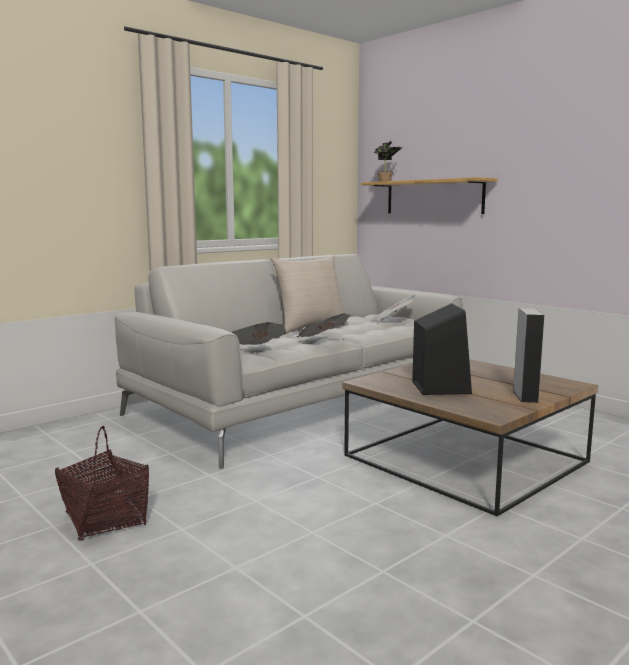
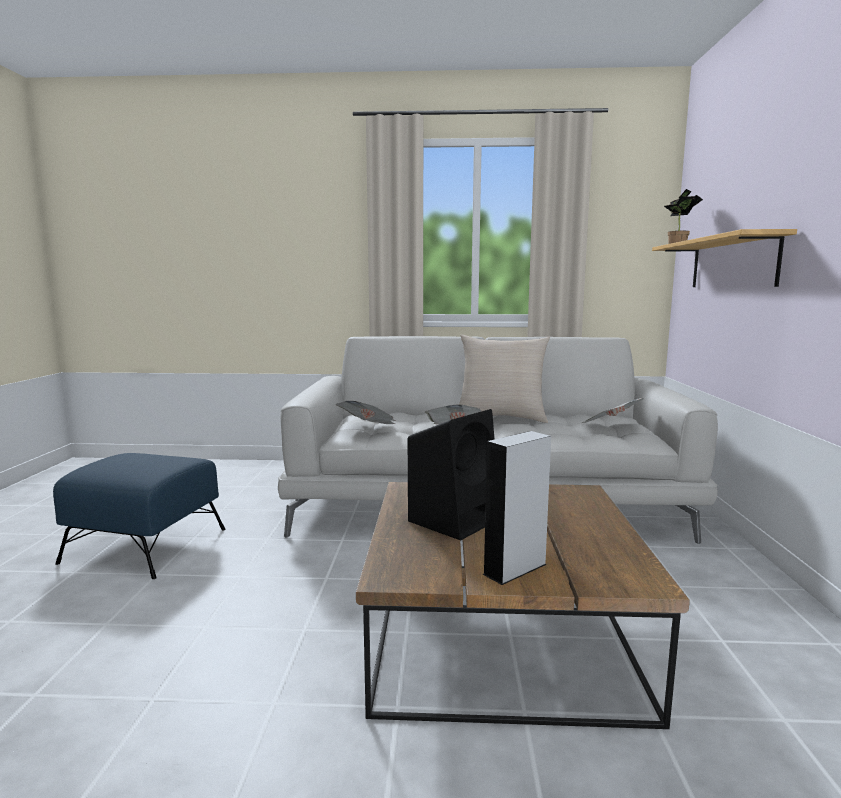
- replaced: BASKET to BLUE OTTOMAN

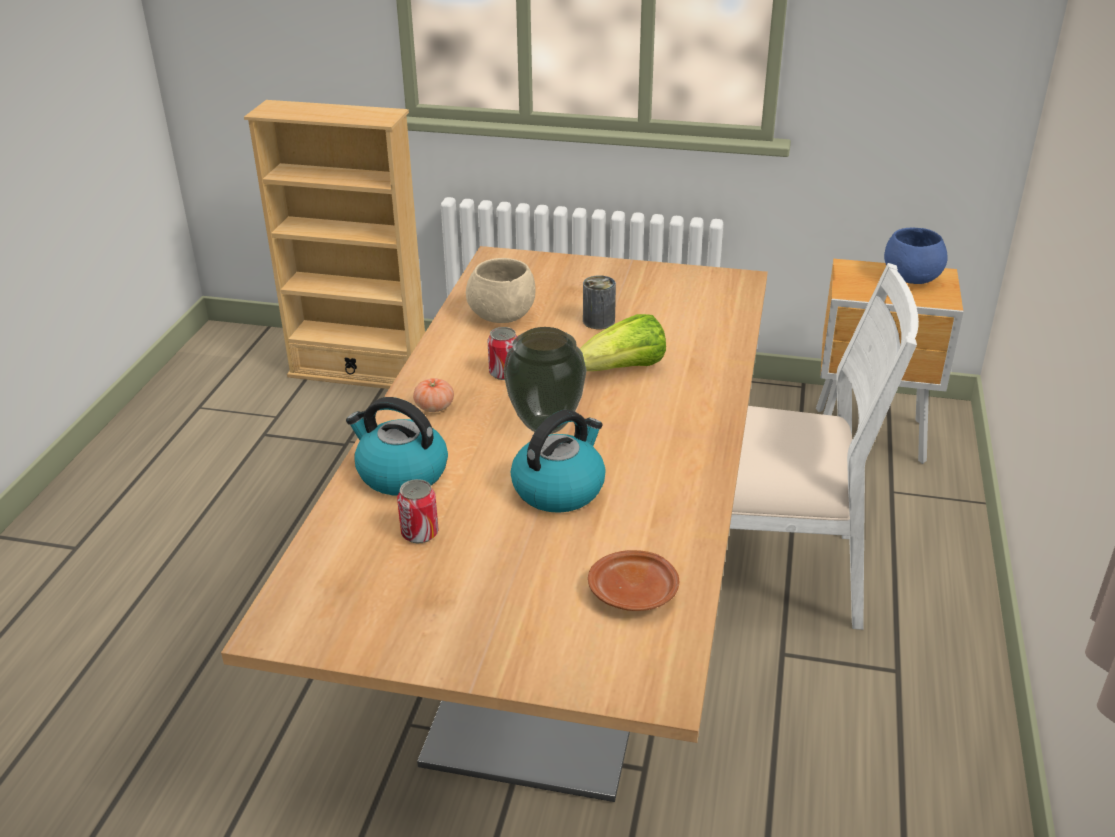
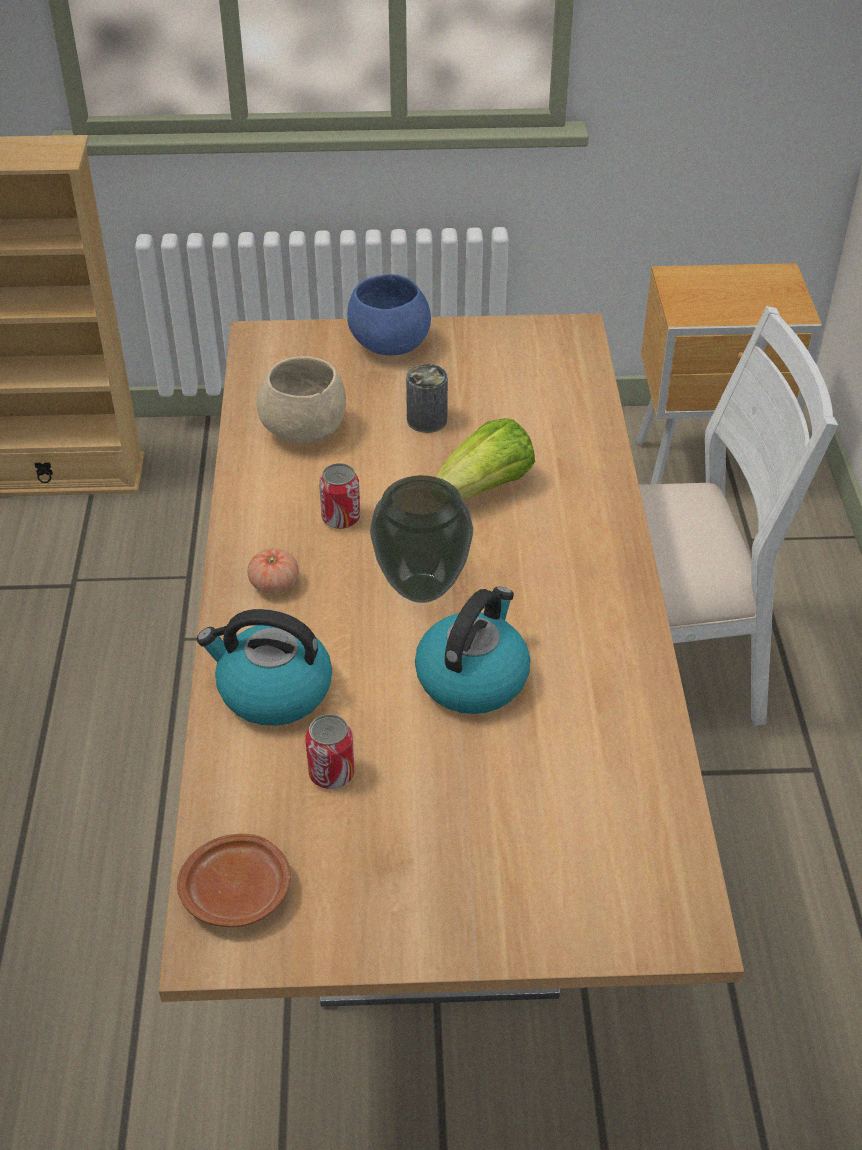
- moved: BLUE BOWL
- moved: BROWN PLATE

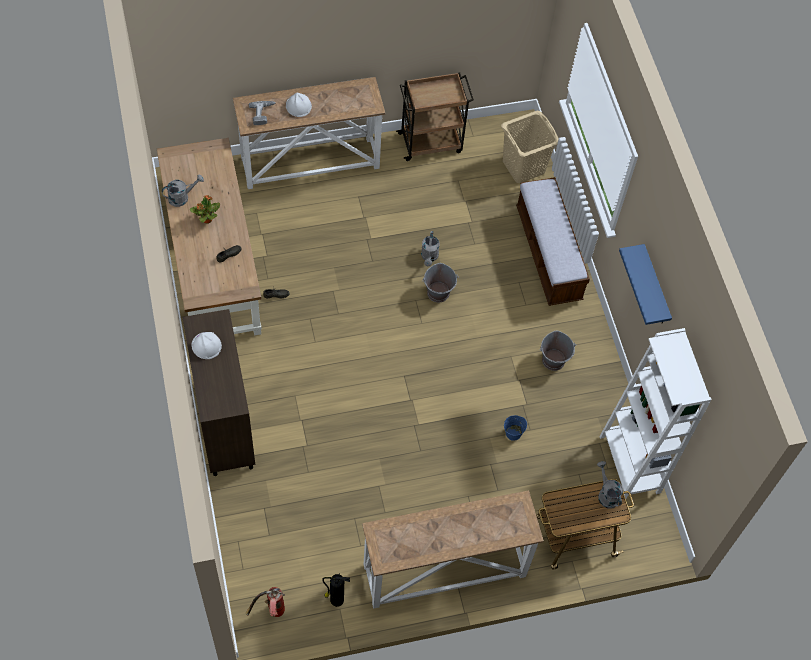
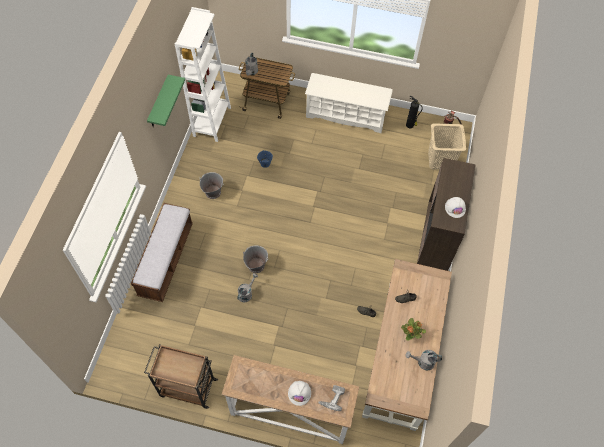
- moved: BEIGE LAUNDRY BASKET
- recoloured: BLUE SHELF to GREEN SHELF
- replaced: CONSOLE TABLE (2nd from left) to WHITE SHOE RACK

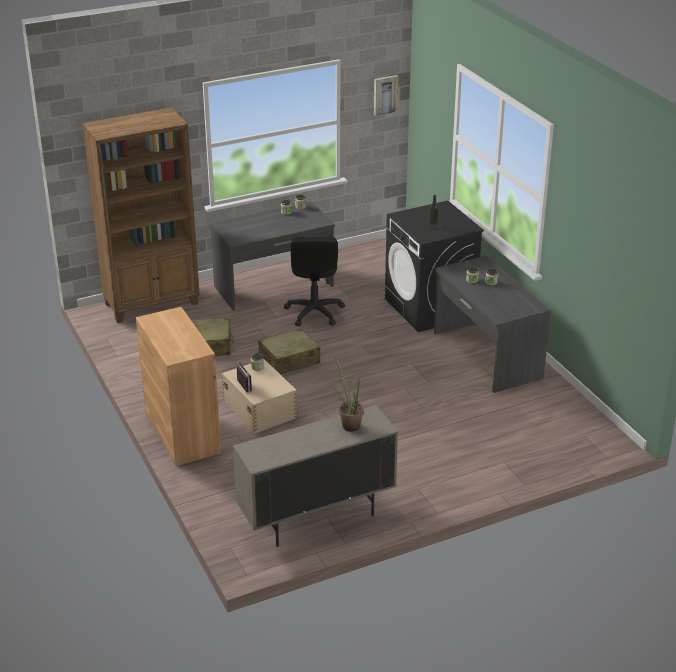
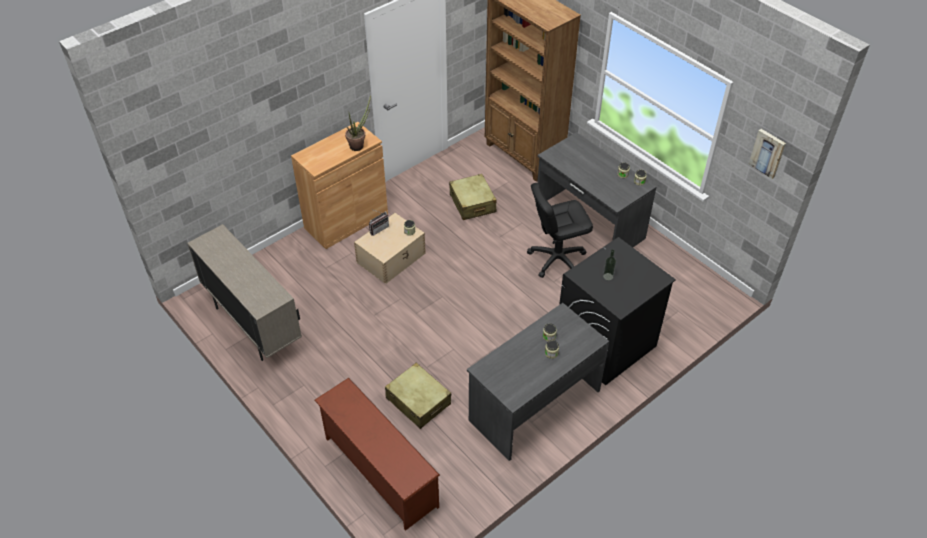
- moved: BEIGE SUITCASE (2nd from left in the first image) to BEIGE SUITCASE (1st from left)
- moved: POTTED PLANT
- added: BROWN SHOE RACK

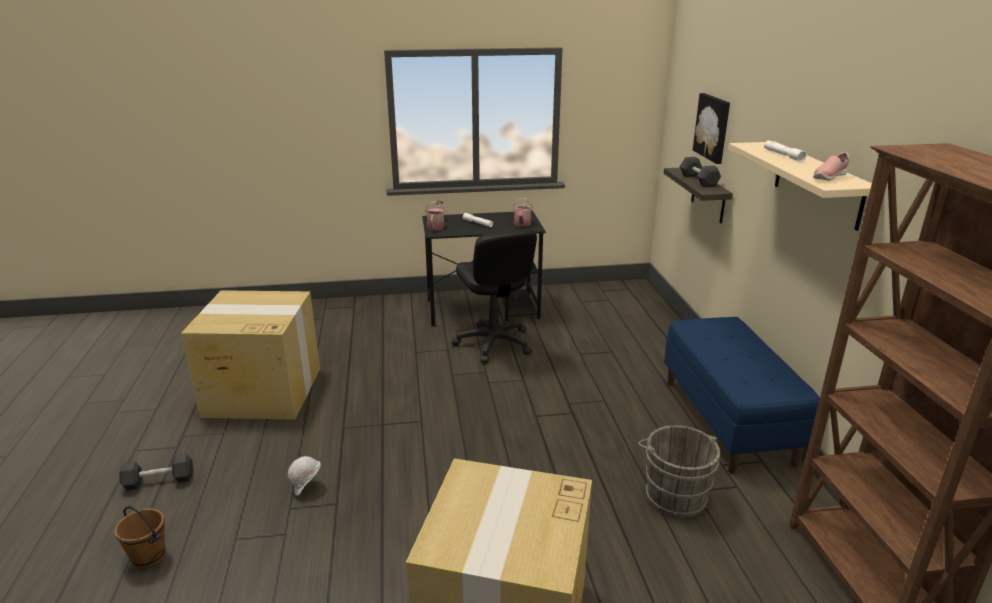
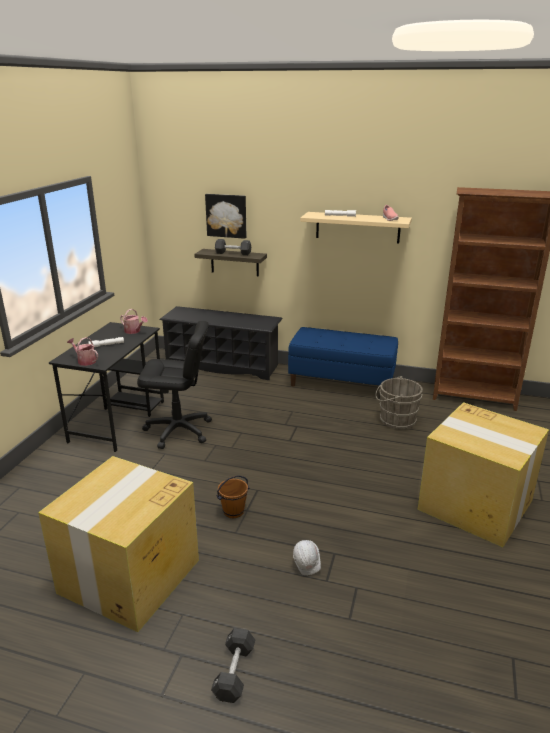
- moved: BROWN BUCKET
- added: BLACK SHOE RACK

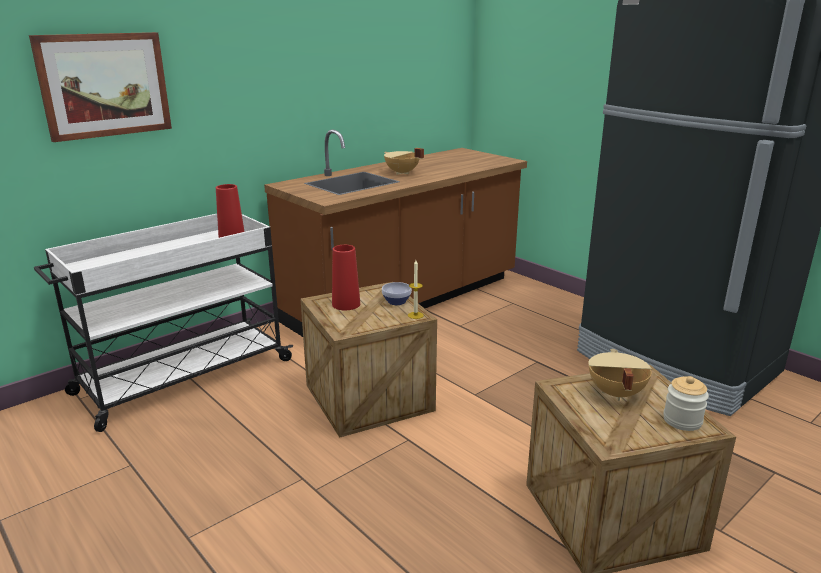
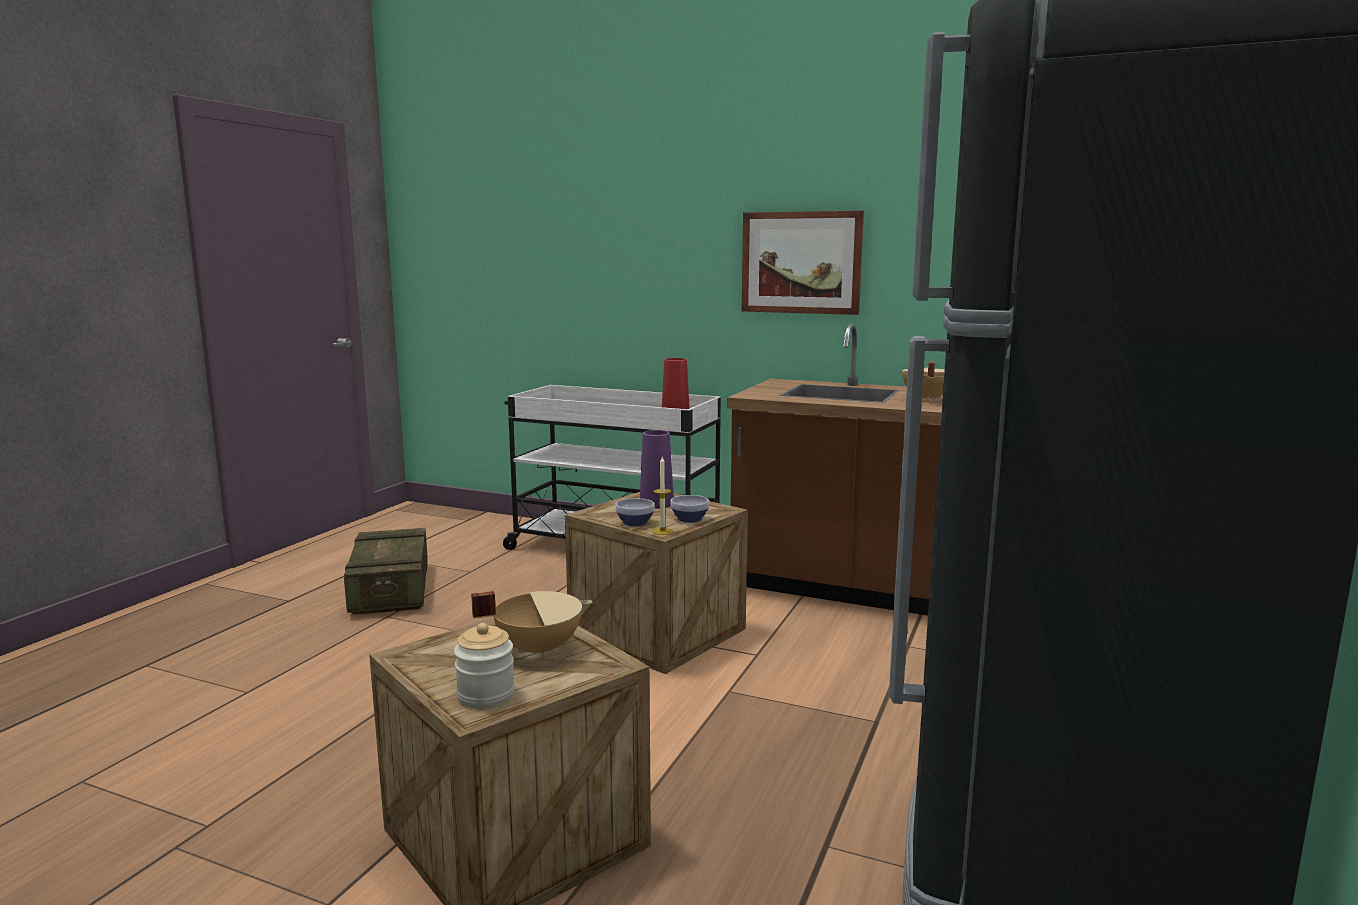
- moved: PICTURE
- recoloured: RED VASE (2nd from left) to PURPLE VASE
- added: BOWL (1st from left)
- added: CRATE (1st from left)

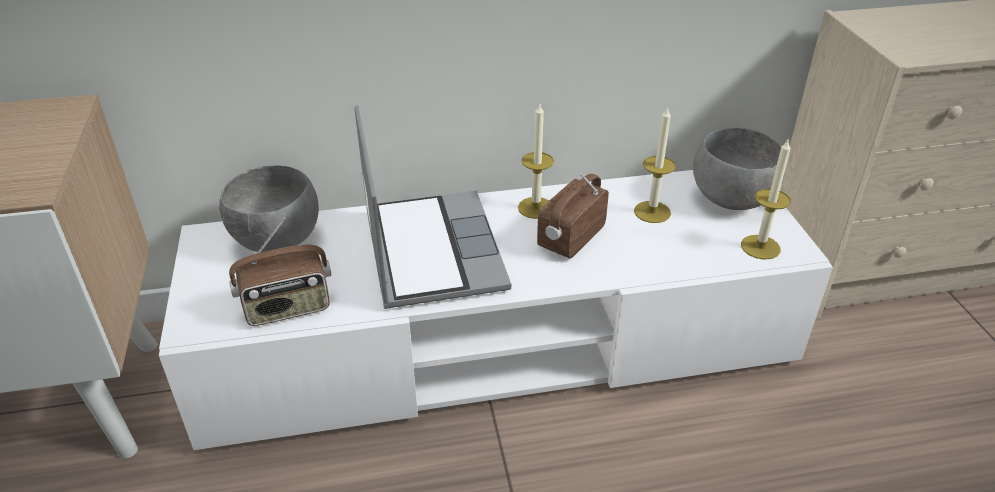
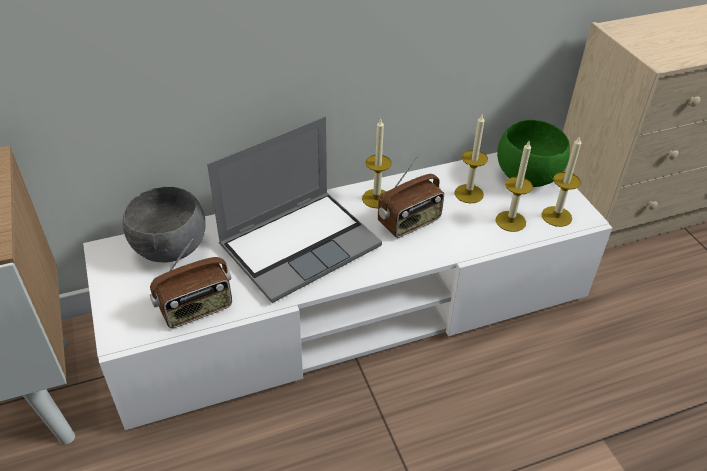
- turned: LAPTOP 75 degrees clockwise
- recoloured: GREY BOWL (2nd from left) to GREEN BOWL
- turned: RADIO (2nd from left) 150 degrees counterclockwise
- added: CANDLE (3rd from left)

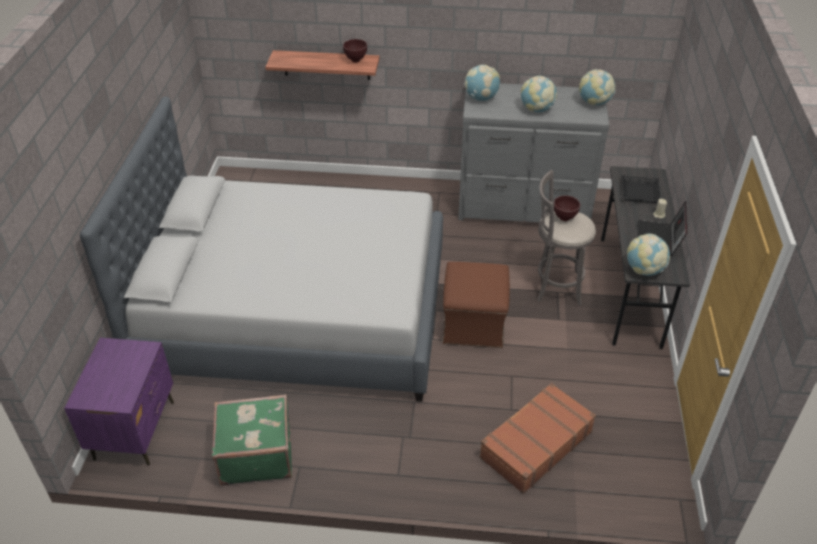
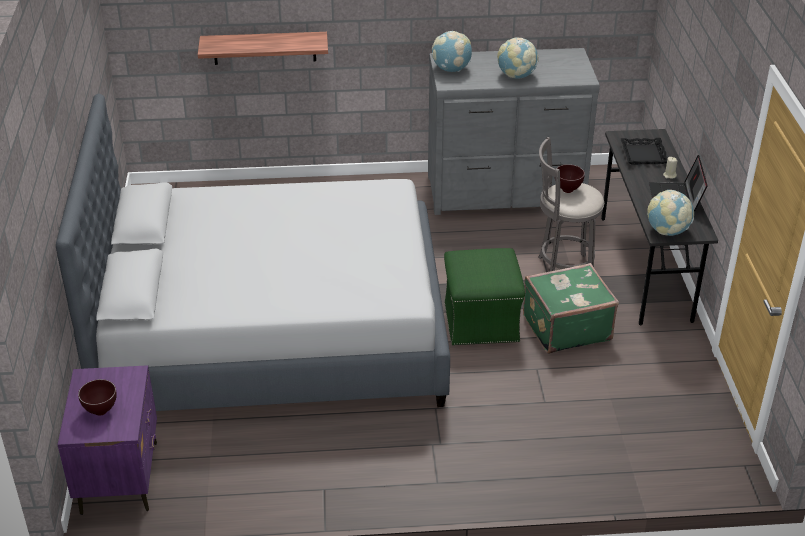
- moved: BROWN BOWL (1st from left)
- removed: GLOBE (3rd from left)
- recoloured: BROWN OTTOMAN to GREEN OTTOMAN
- removed: BROWN SUITCASE
- moved: GREEN SUITCASE

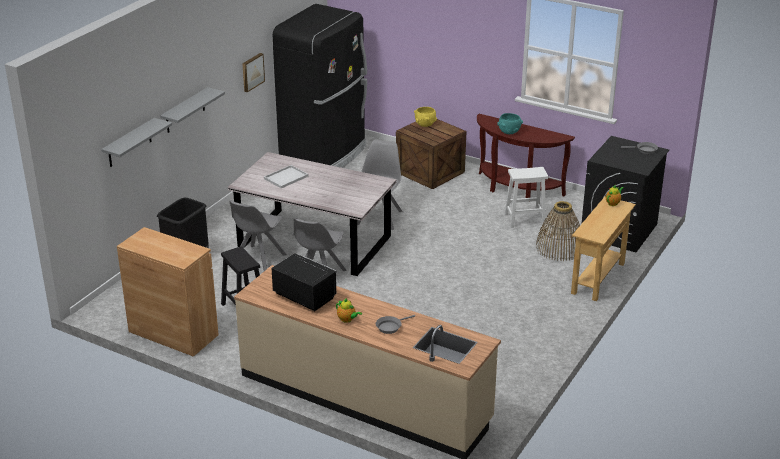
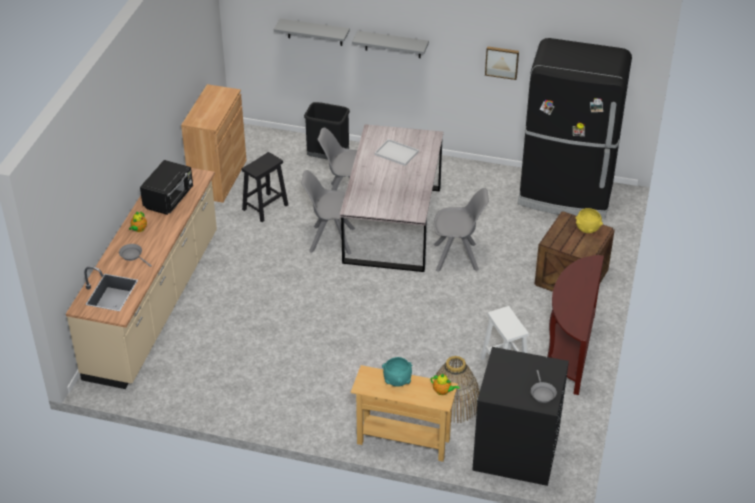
- moved: TURQUOISE BOWL

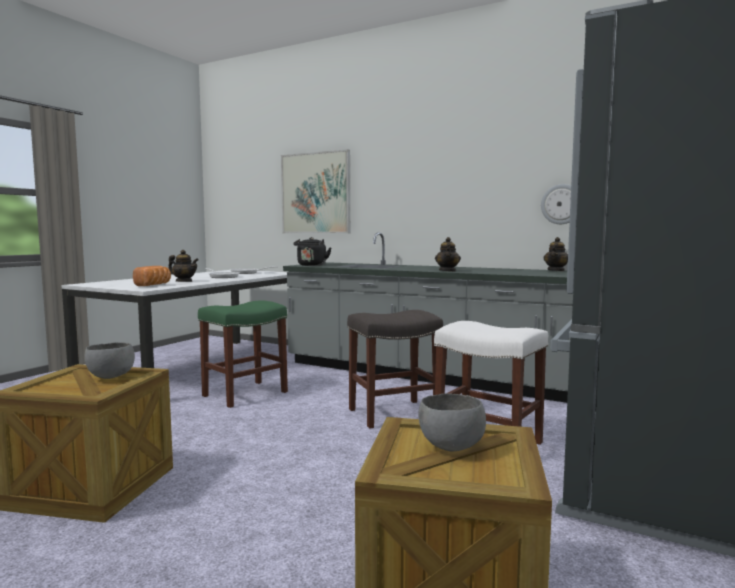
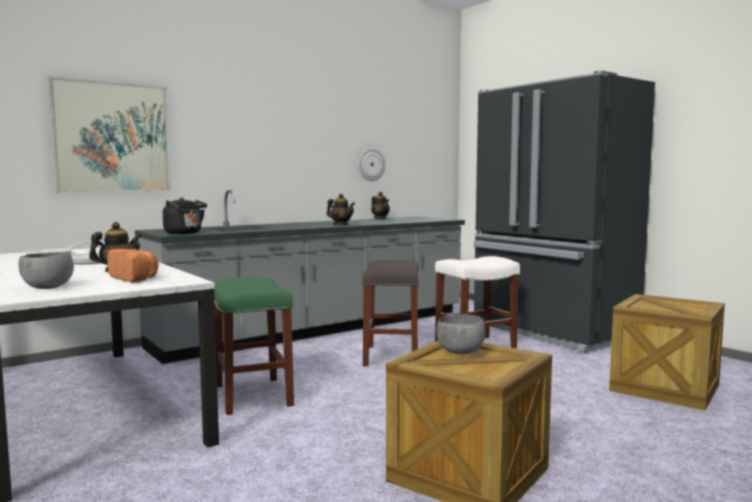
- moved: GREY BOWL (2nd from left in the first image) to GREY BOWL (1st from left)

